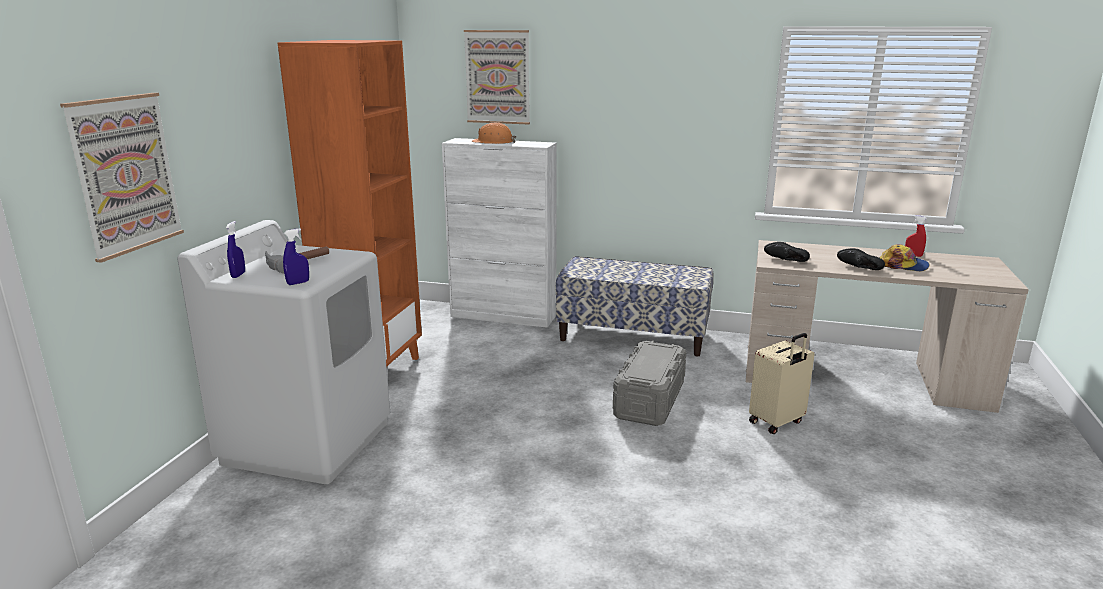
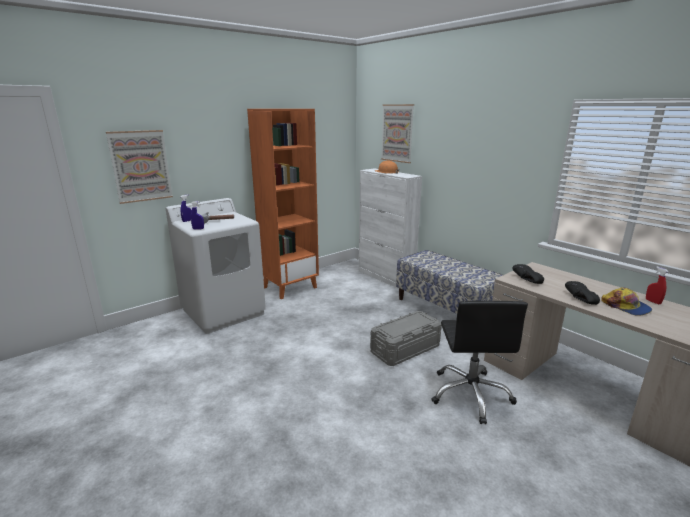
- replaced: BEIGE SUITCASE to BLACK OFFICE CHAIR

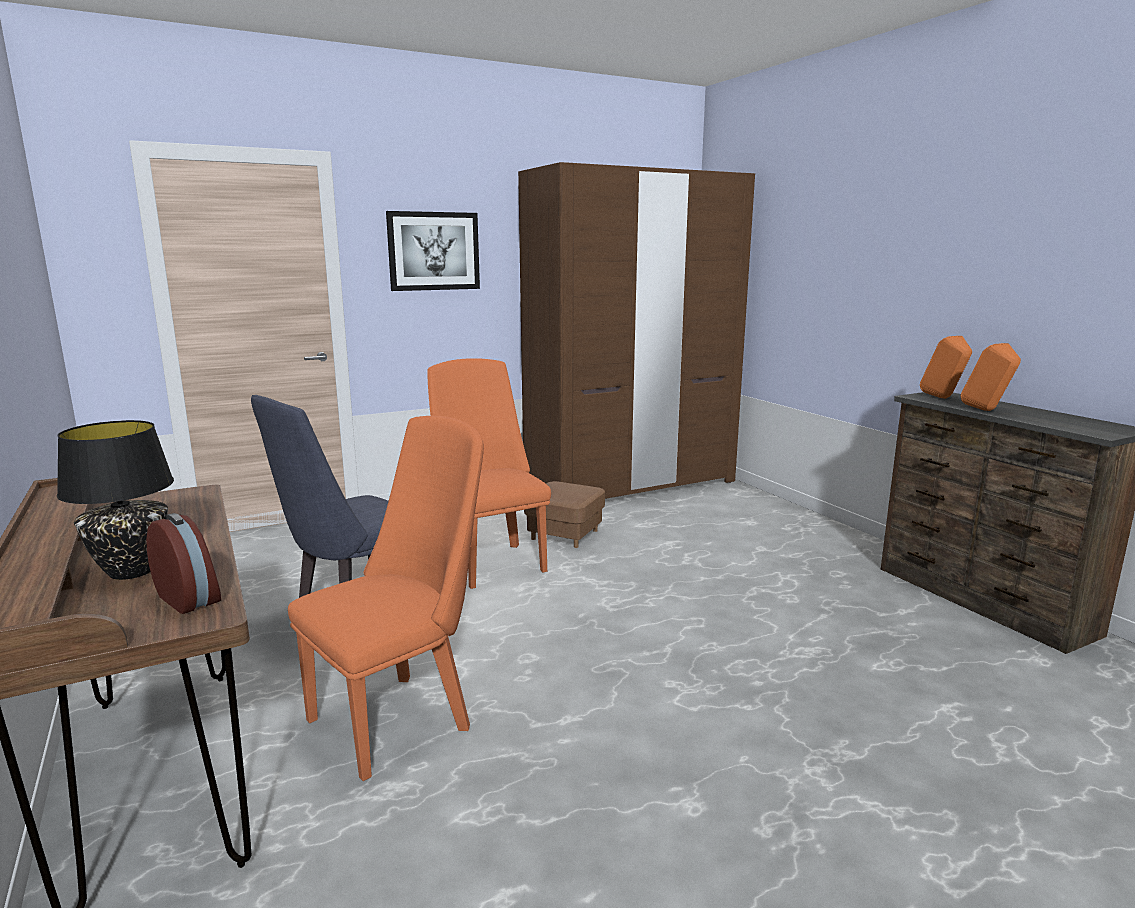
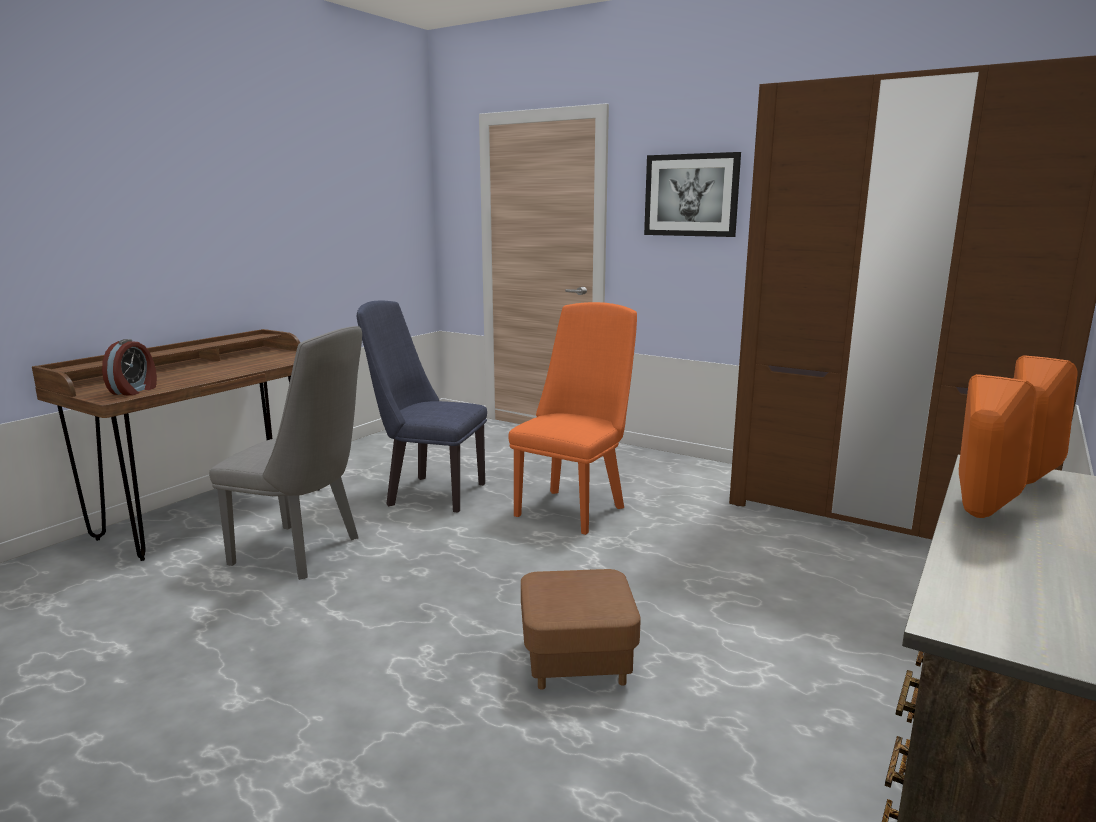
- recoloured: ORANGE CHAIR (1st from left) to GREY CHAIR
- removed: BLACK TABLE LAMP
- moved: BROWN OTTOMAN

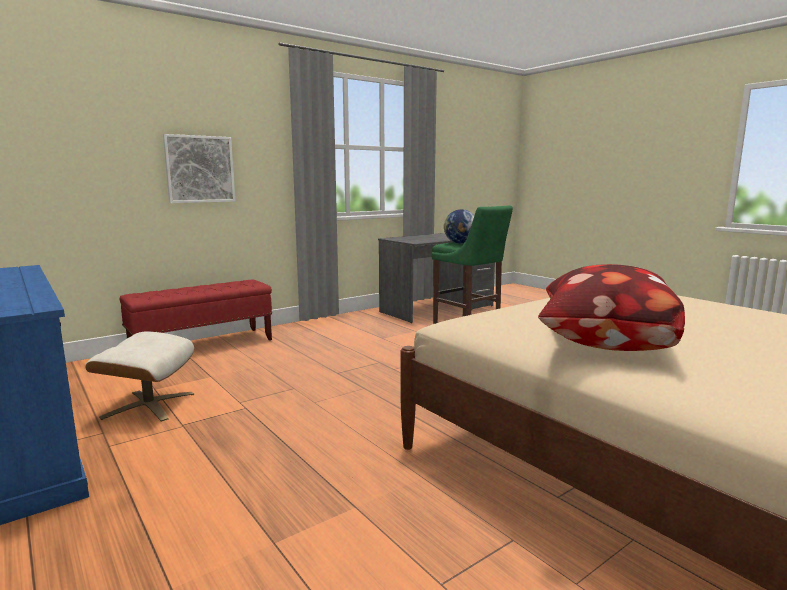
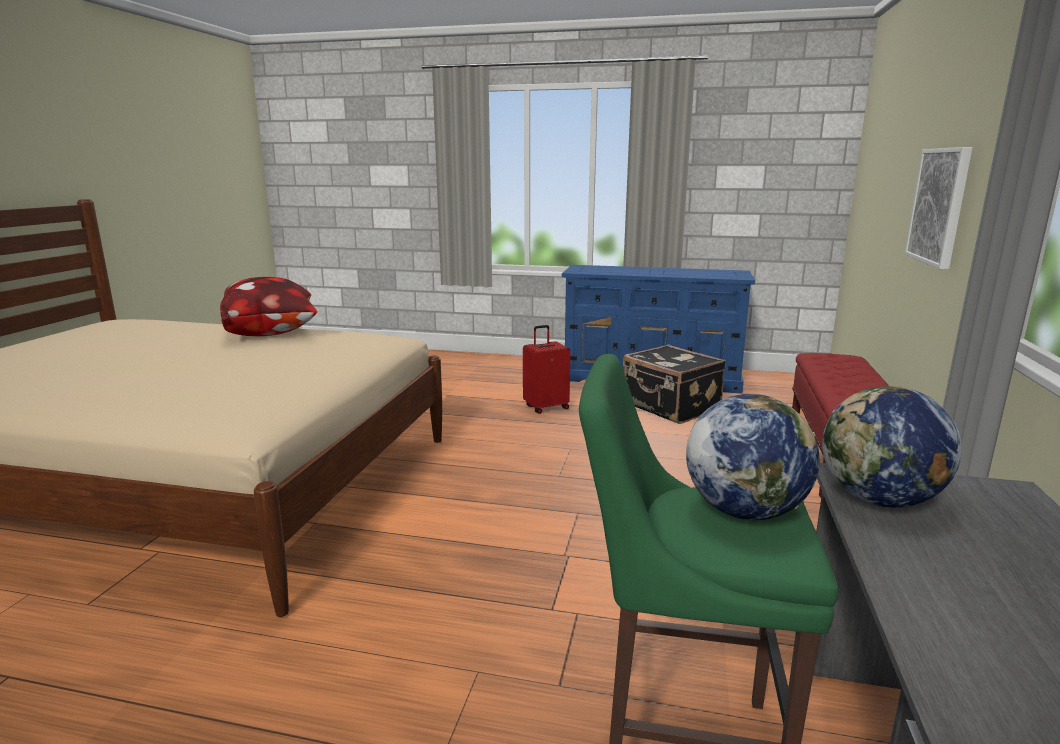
- replaced: BEIGE OTTOMAN to BLACK SUITCASE
- added: RED SUITCASE
- added: GLOBE (2nd from left)

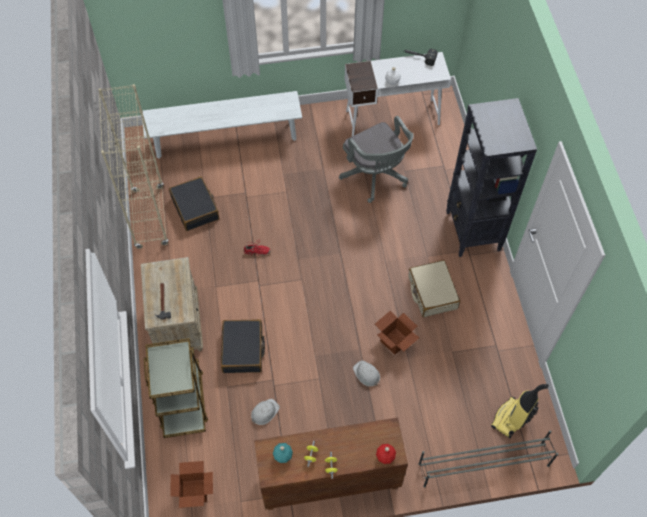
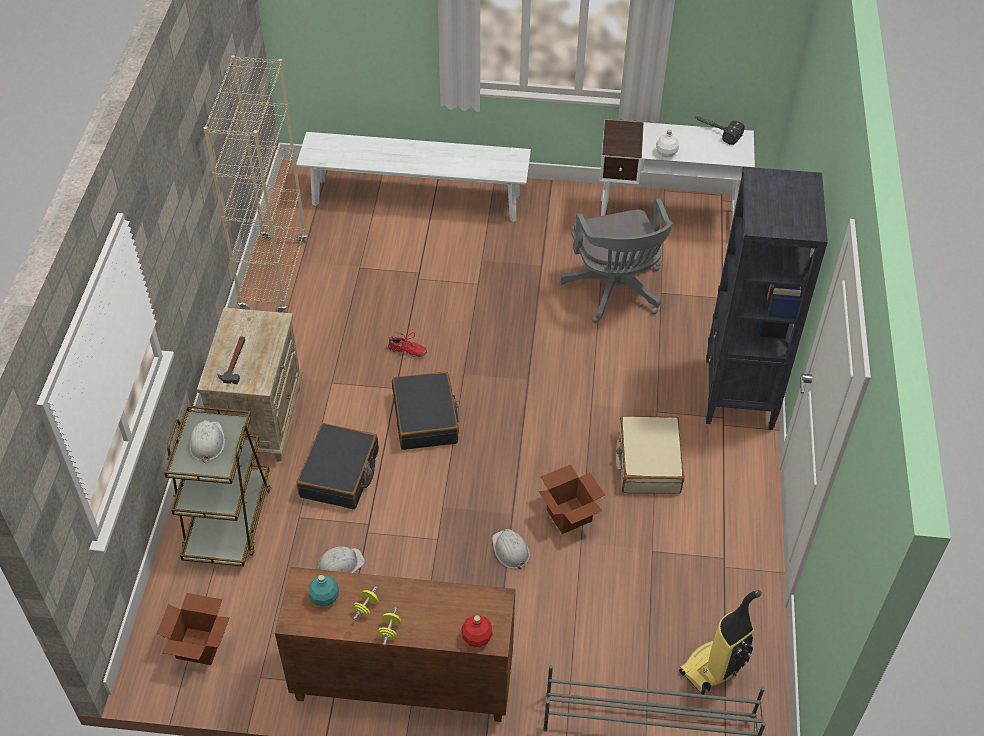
- moved: BLACK SUITCASE (1st from left in the first image) to BLACK SUITCASE (2nd from left)
- added: WHITE HARD HAT (1st from left)

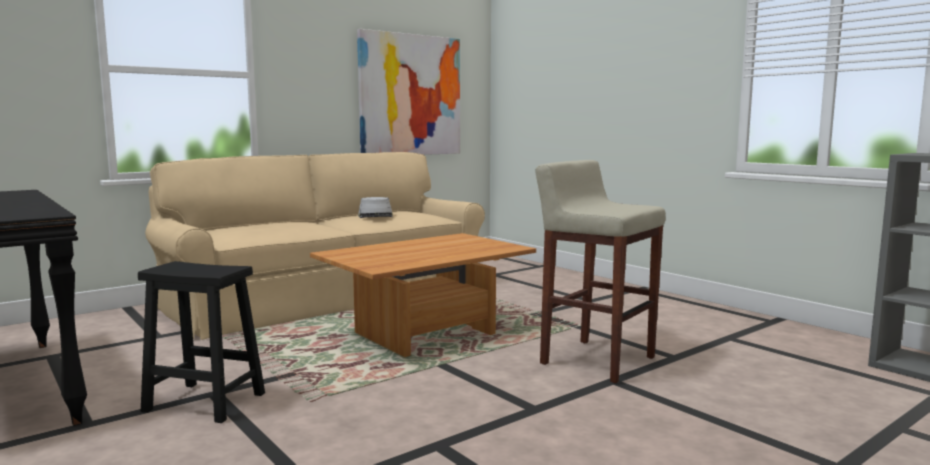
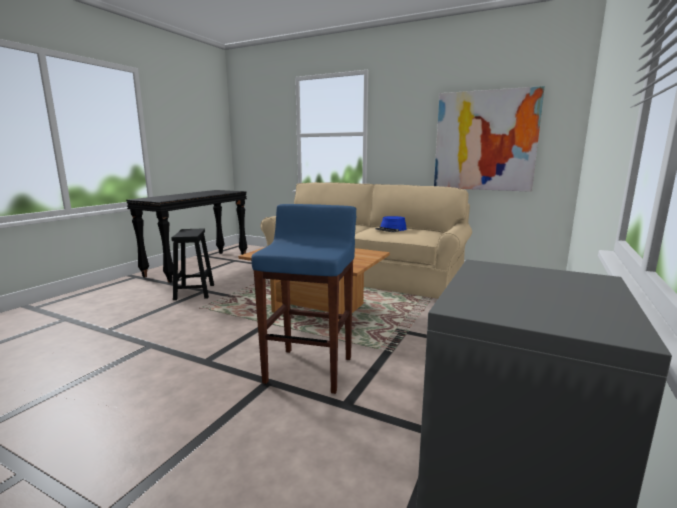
- recoloured: BEIGE STOOL to BLUE STOOL
- recoloured: GREY HAT to BLUE HAT

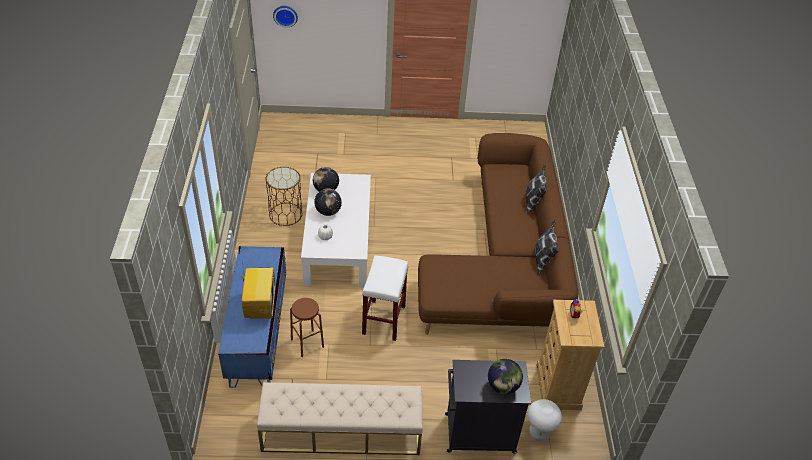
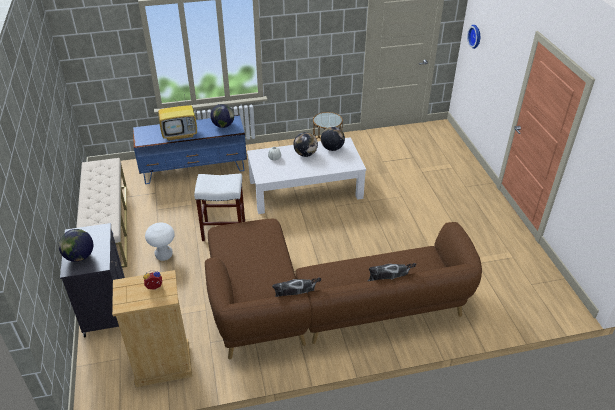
- removed: BROWN STOOL
- moved: WHITE STOOL (2nd from left in the first image) to WHITE STOOL (1st from left)
- added: GLOBE (2nd from left)

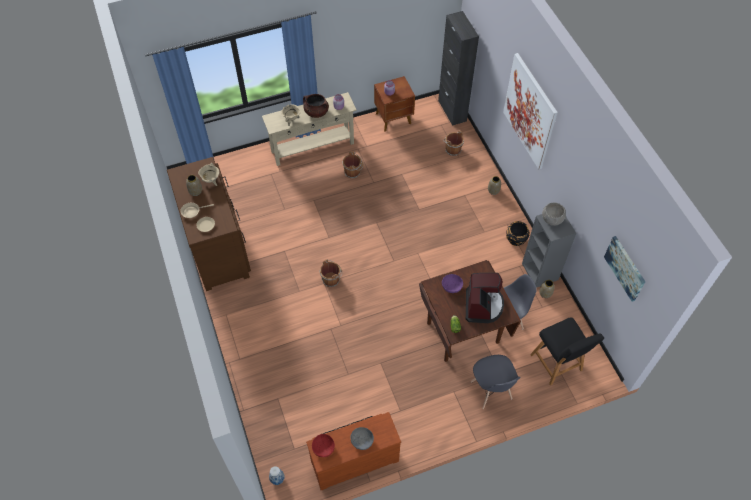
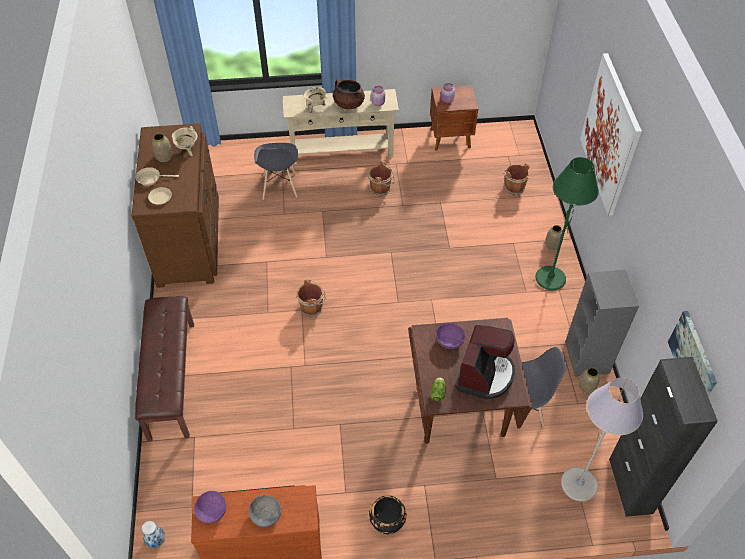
- moved: BLACK CABINET
- removed: GREY BOWL (2nd from left)
- moved: BLACK PLANTER
- replaced: BLACK STOOL to GREY FLOOR LAMP
- moved: GREY CHAIR (1st from left)
- recoloured: RED BOWL to PURPLE BOWL (1st from left)
- added: GREEN FLOOR LAMP
- added: BROWN BENCH

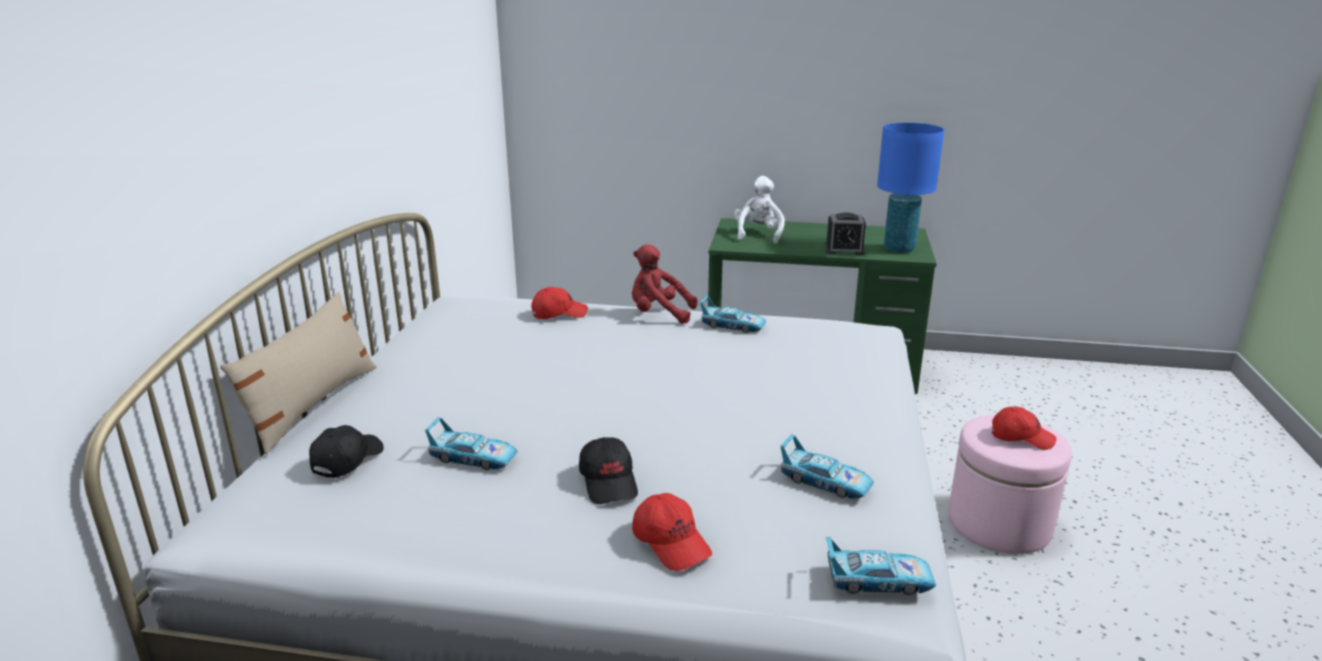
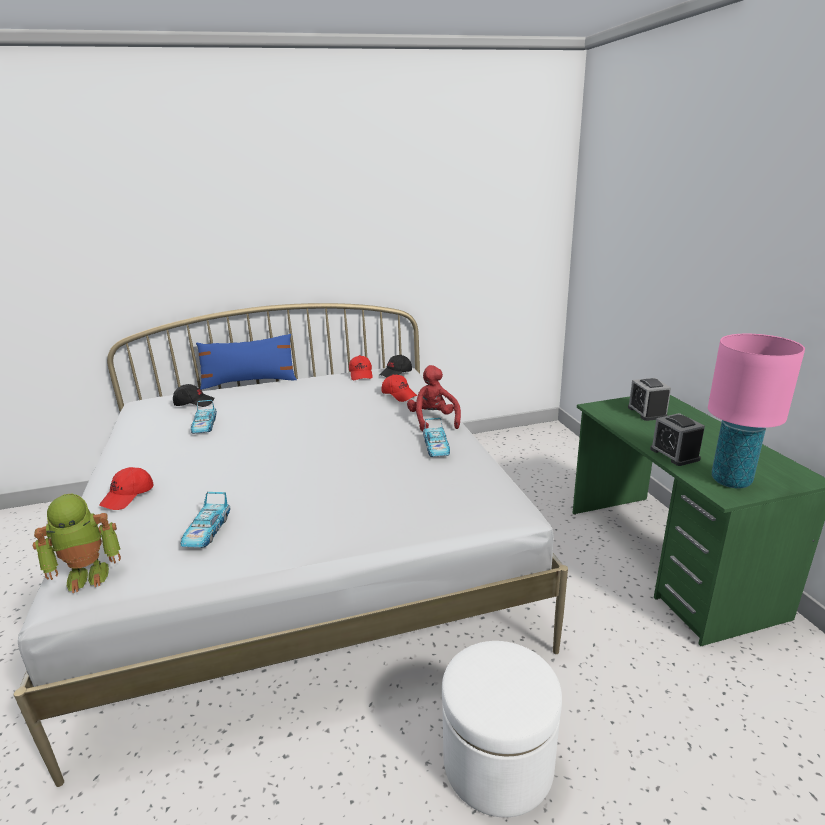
- recoloured: BLUE TABLE LAMP to PINK TABLE LAMP
- replaced: WHITE PLUSH TOY to ALARM CLOCK (1st from left)
- recoloured: BEIGE PILLOW to BLUE PILLOW
- moved: RED CAP (3rd from left in the first image) to RED CAP (2nd from left)
- recoloured: PINK OTTOMAN to WHITE OTTOMAN
- moved: BLACK CAP (2nd from left)
- replaced: TOY CAR (4th from left) to TOY ROBOT

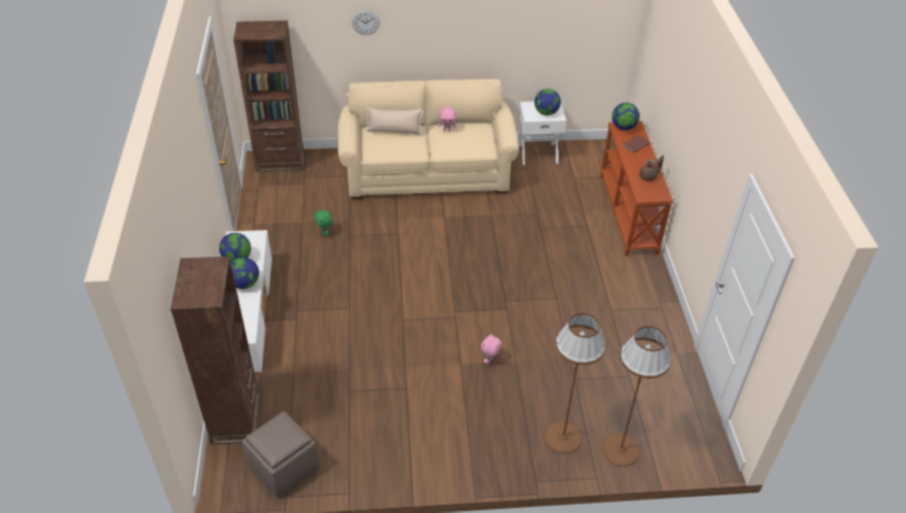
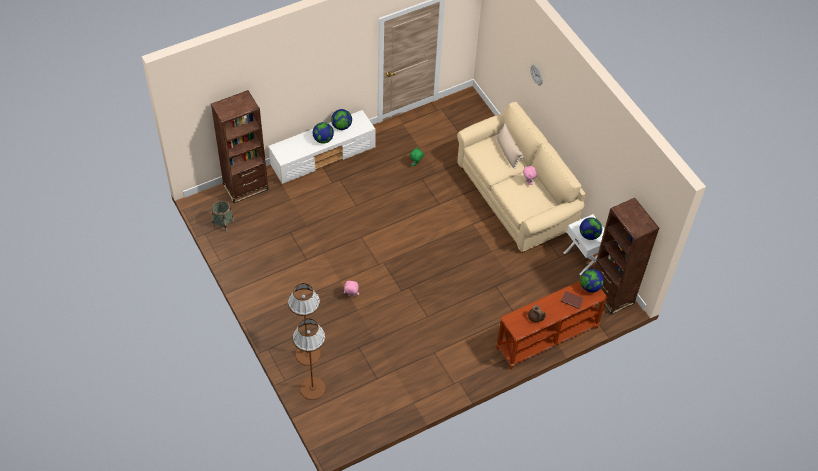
- moved: BROWN BOOKCASE (2nd from left)
- replaced: BROWN OTTOMAN to BASKET

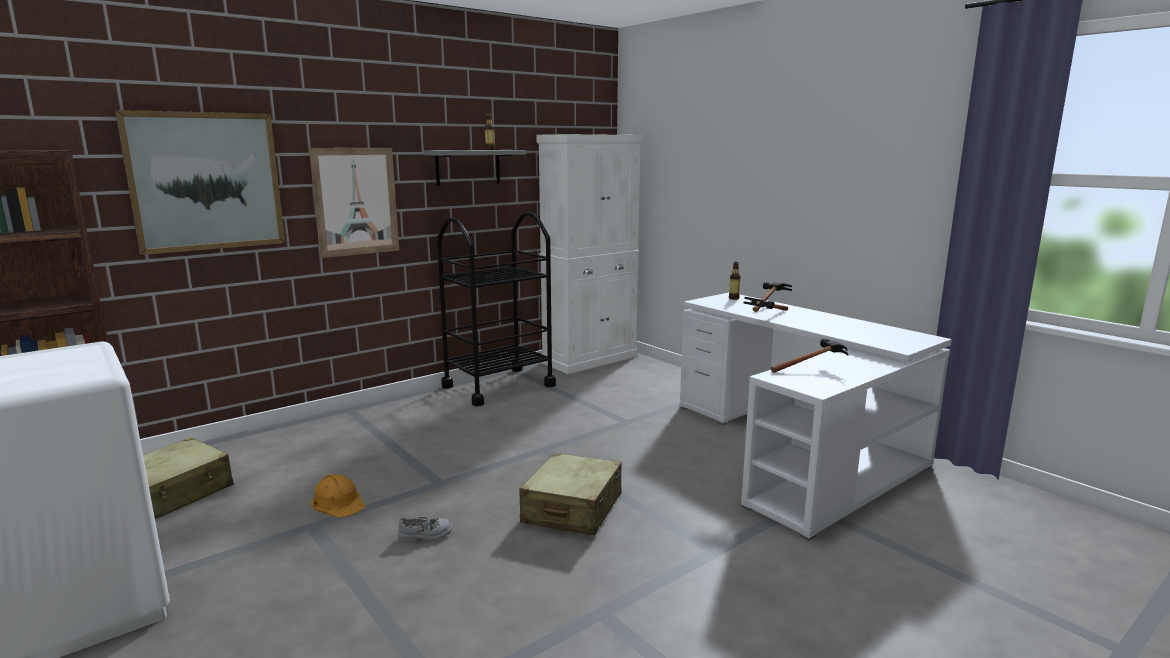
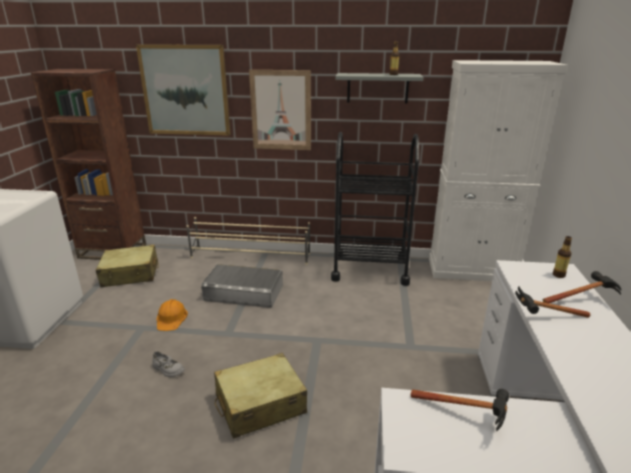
- added: BEIGE SHOE RACK
- added: GREY STORAGE BOX

